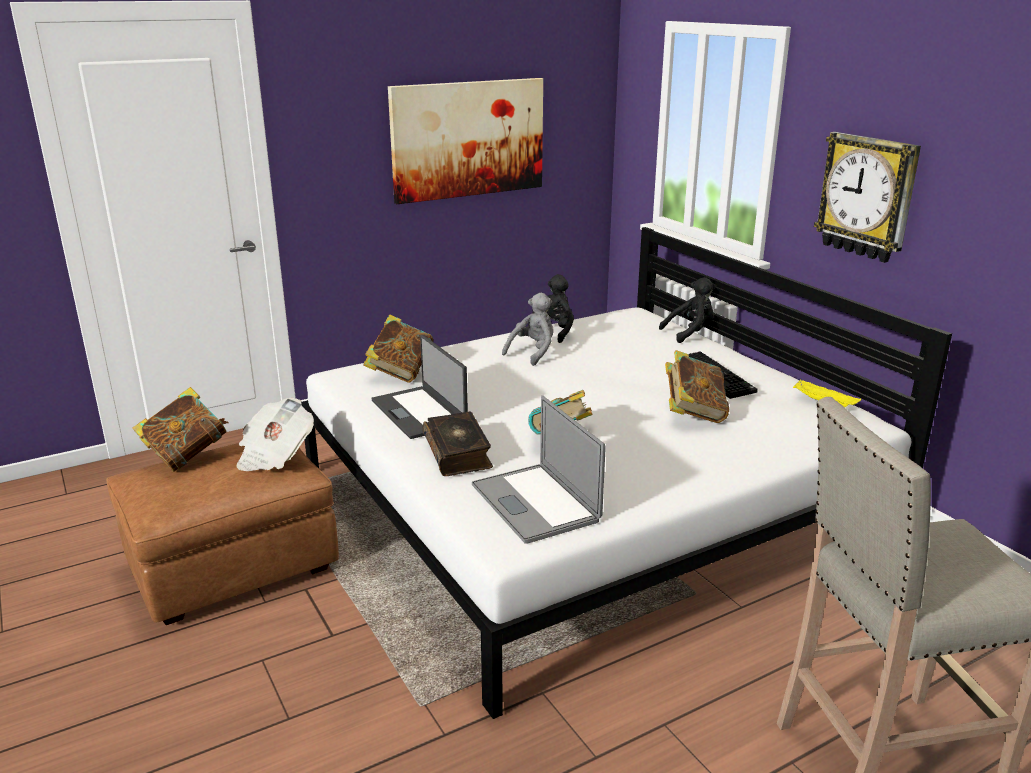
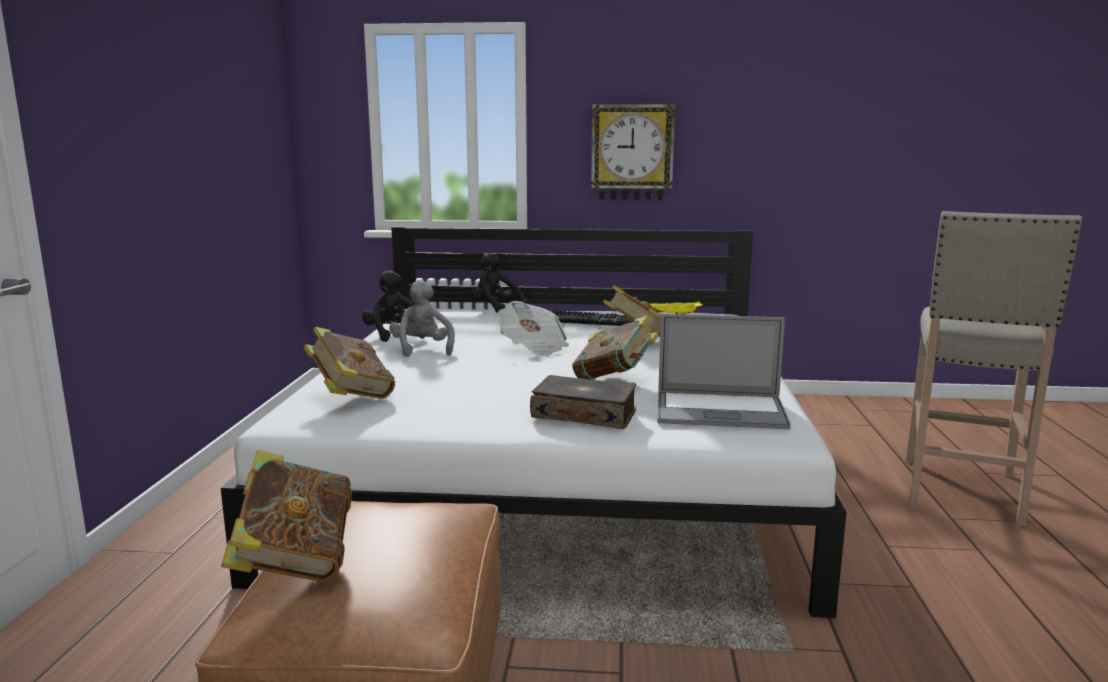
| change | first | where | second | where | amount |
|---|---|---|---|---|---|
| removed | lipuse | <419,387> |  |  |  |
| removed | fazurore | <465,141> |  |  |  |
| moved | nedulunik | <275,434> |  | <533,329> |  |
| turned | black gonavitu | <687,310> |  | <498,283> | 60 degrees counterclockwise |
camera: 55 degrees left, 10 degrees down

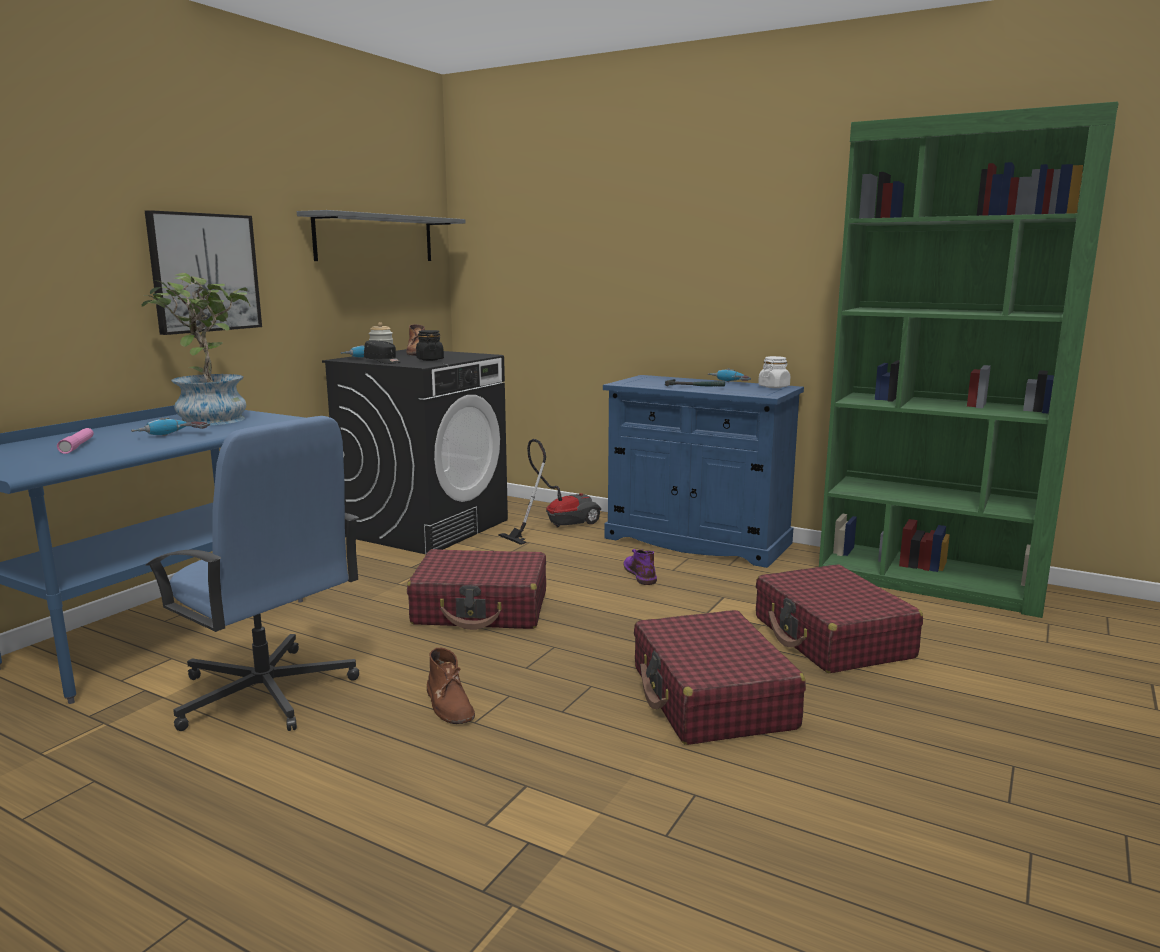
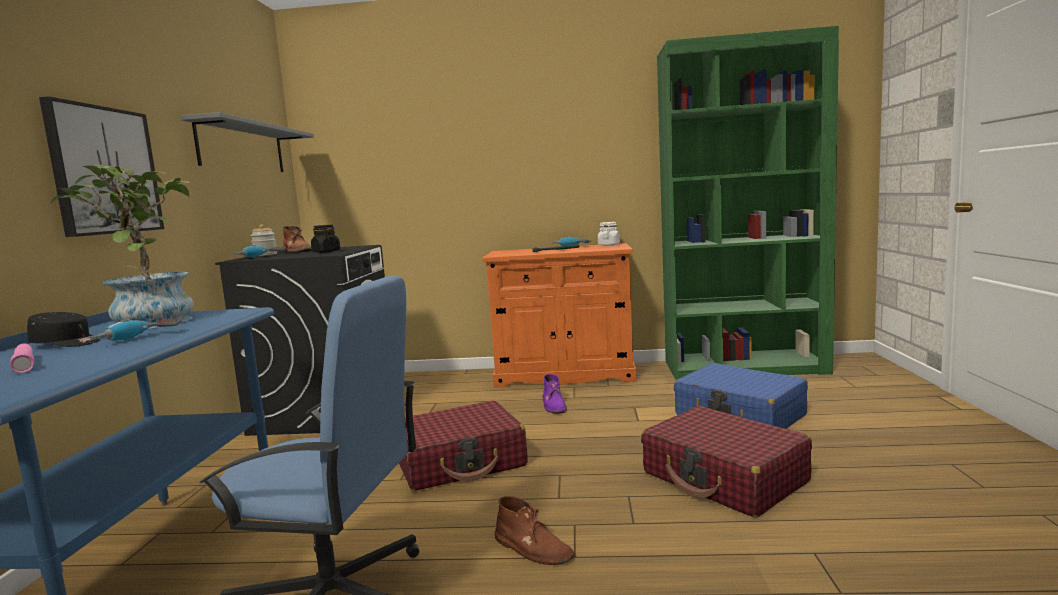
| change | first | where | second | where | amount |
|---|---|---|---|---|---|
| removed | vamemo | <549,492> |  |  |  |
| moved | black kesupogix | <382,352> |  | <63,329> |  |
| recoloured | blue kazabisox | <703,471> | orange kazabisox | <559,315> |  |
| recoloured | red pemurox | <839,618> | blue pemurox | <741,396> |  |
| turned | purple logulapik | <640,567> |  | <555,394> | 150 degrees counterclockwise |
camera: 25 degrees left, 5 degrees down

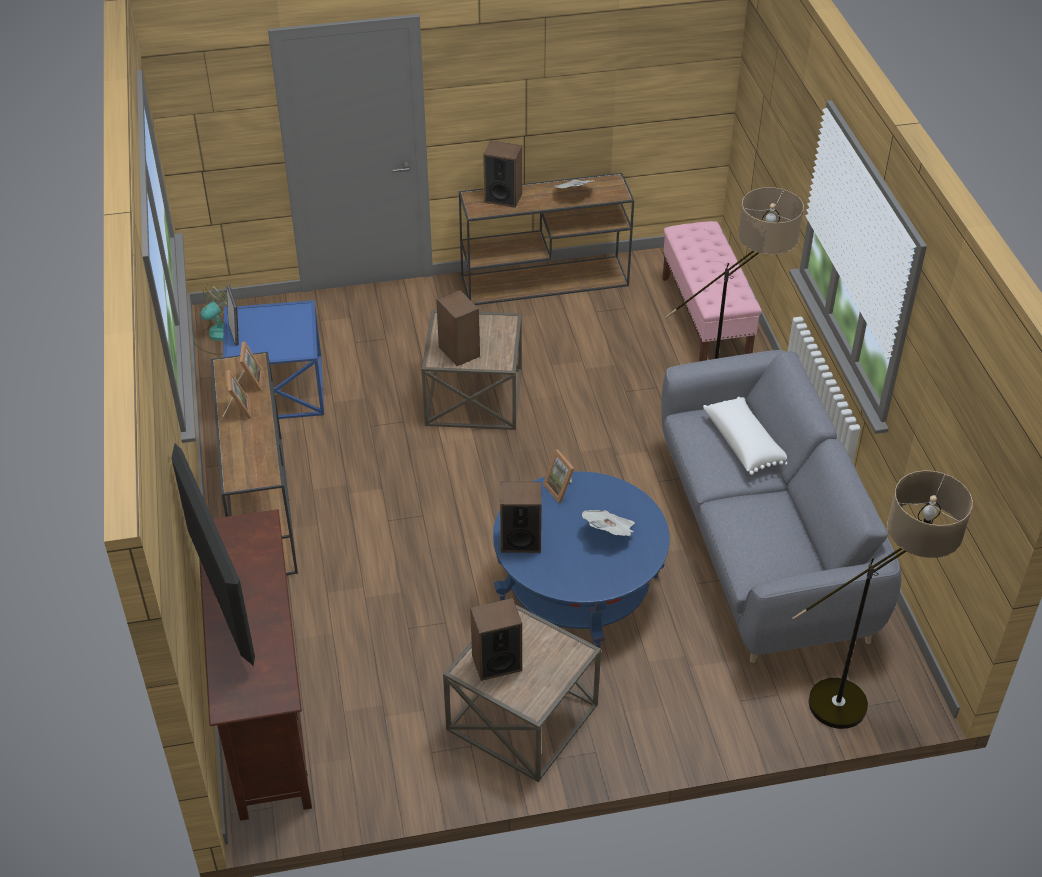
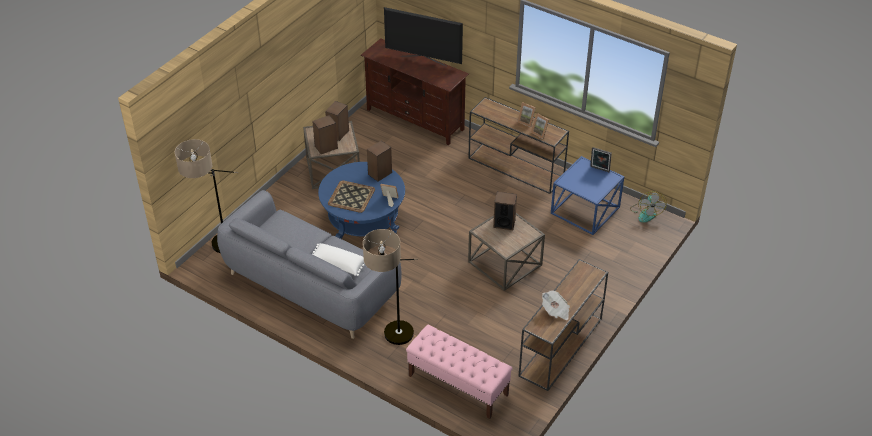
| change | first | where | second | where | amount |
|---|---|---|---|---|---|
| moved | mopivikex | <502,174> |  | <325,134> |  |
| replaced | nedulunik | <608,523> | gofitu | <351,196> |  |
camera: 135 degrees right, 0 degrees up

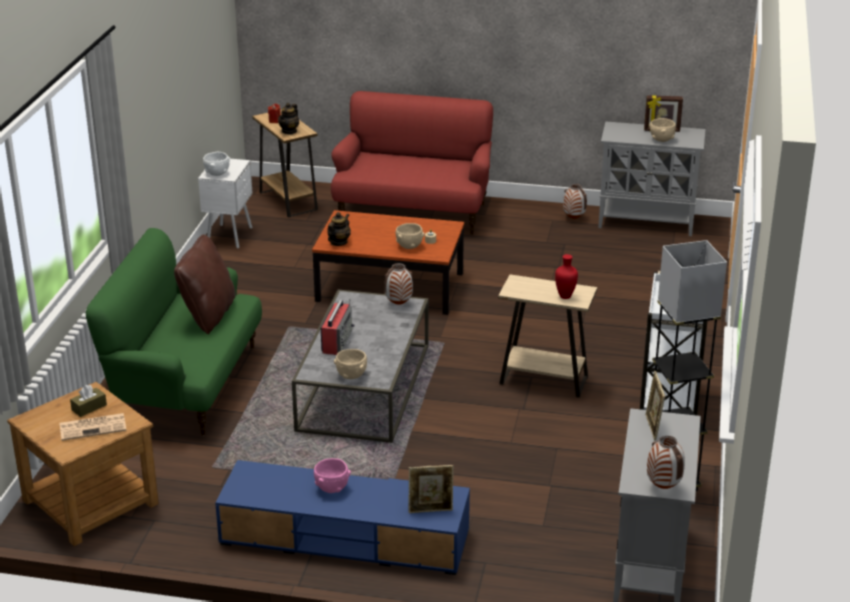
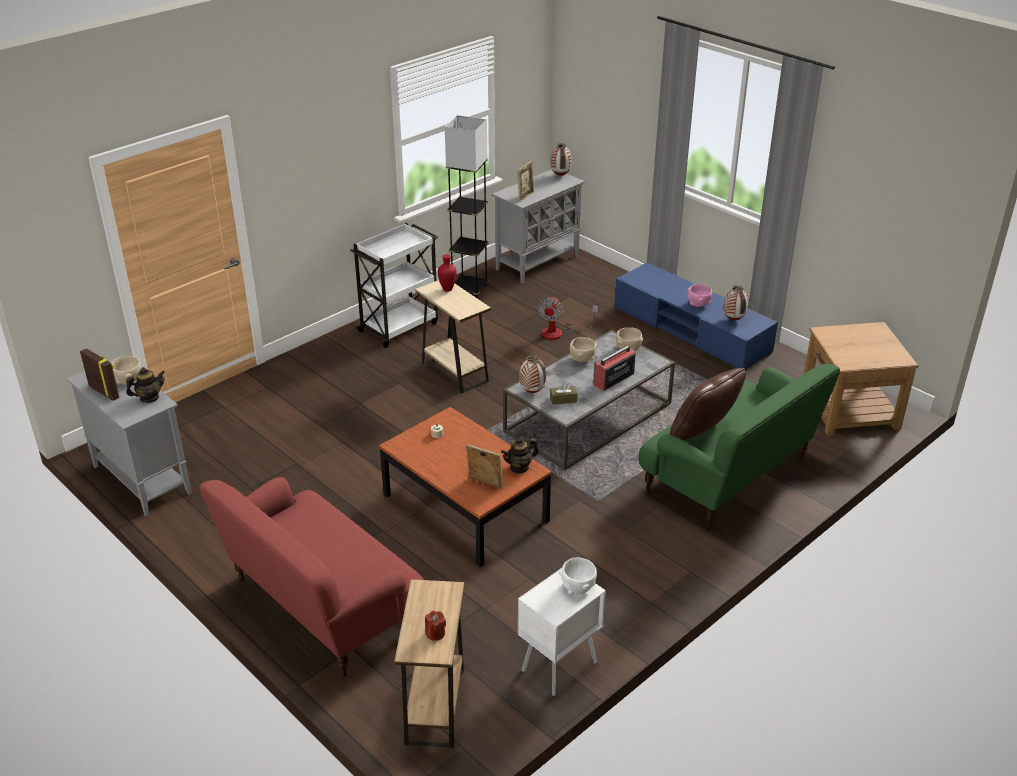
| change | first | where | second | where | amount |
|---|---|---|---|---|---|
| removed | nedulunik | <93,427> |  |  |  |
| added |  |  | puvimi | <567,318> |  |
| moved | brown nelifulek | <88,401> |  | <563,394> |  |
| moved | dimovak | <288,118> |  | <145,385> |  |
| moved | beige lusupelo | <410,236> |  | <583,349> |  |
| moved | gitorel | <431,489> |  | <484,466> |  |
| moved | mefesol | <575,201> |  | <735,303> |  |
camera: 145 degrees left, 5 degrees up

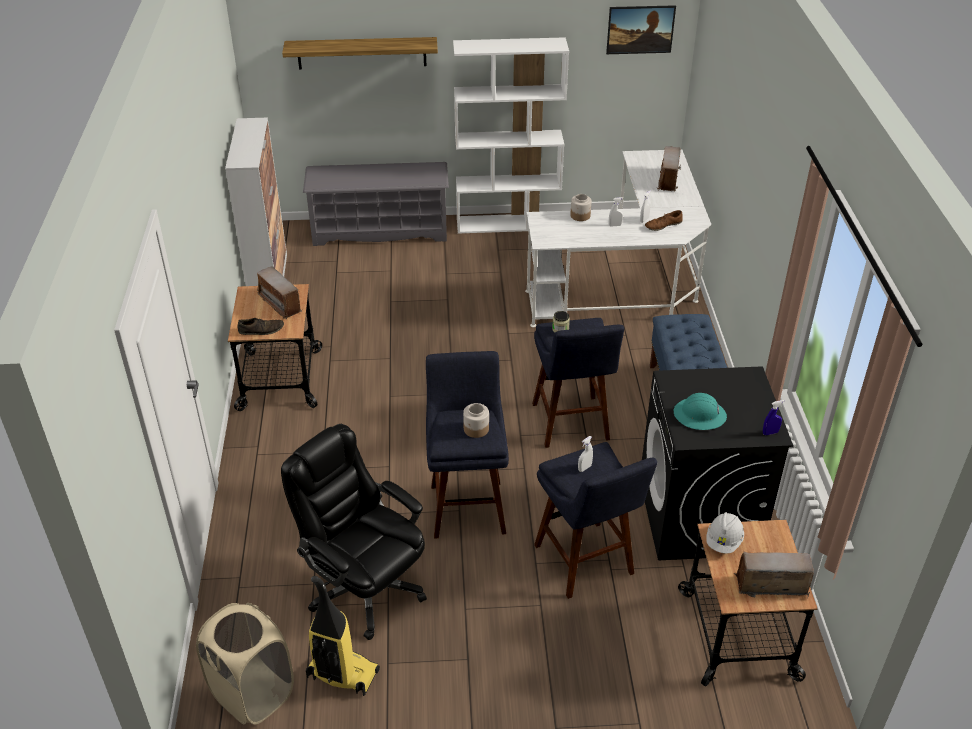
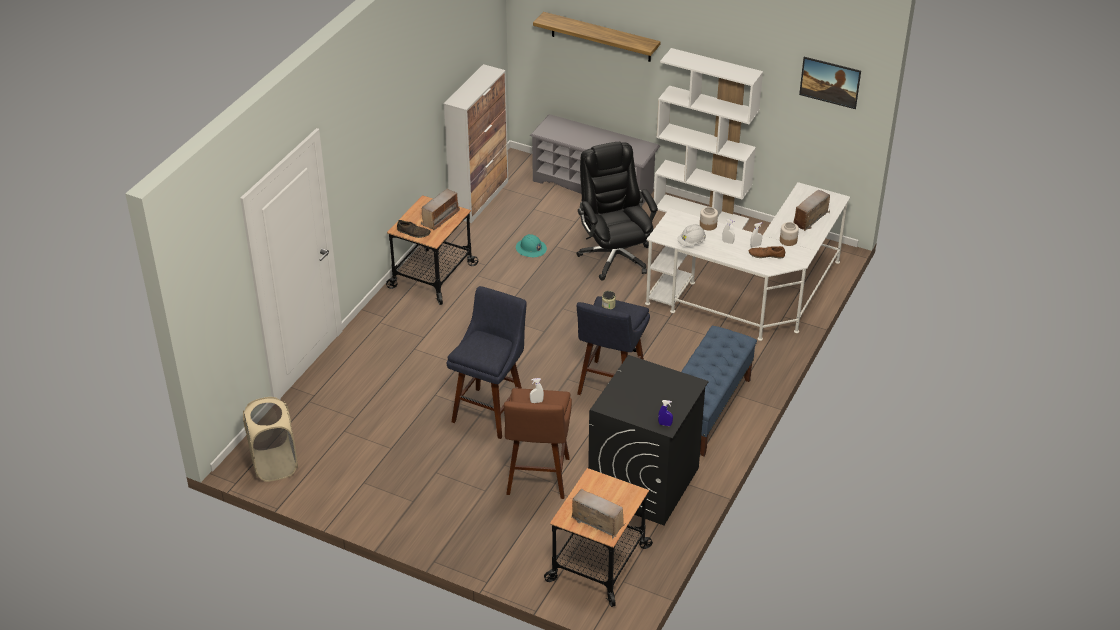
| change | first | where | second | where | amount |
|---|---|---|---|---|---|
| removed | vamemo | <343,636> |  |  |  |
| moved | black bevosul | <354,532> |  | <617,211> |  |
| moved | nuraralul | <476,420> |  | <789,234> |  |
| moved | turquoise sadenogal | <700,411> |  | <531,245> |  |
| moved | white sadenogal | <725,532> |  | <692,235> |  |
| recoloured | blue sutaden | <595,520> | brown sutaden | <538,443> |  |
| turned | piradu | <279,293> |  | <440,209> | 135 degrees counterclockwise |
camera: 30 degrees right, 0 degrees up

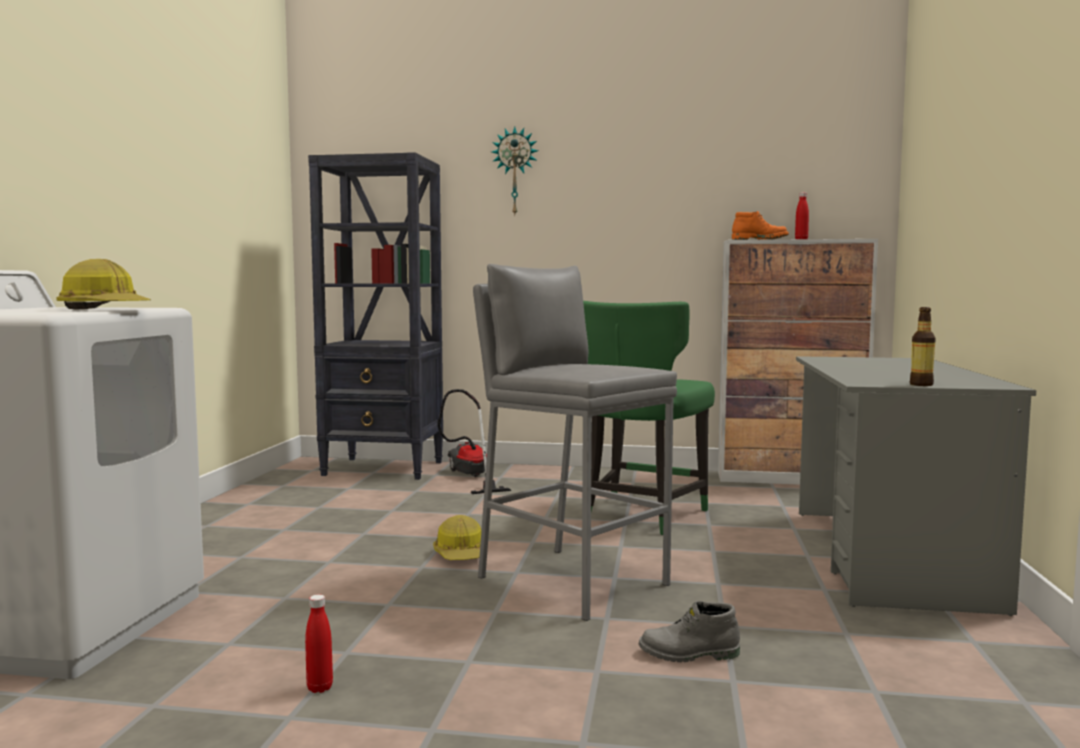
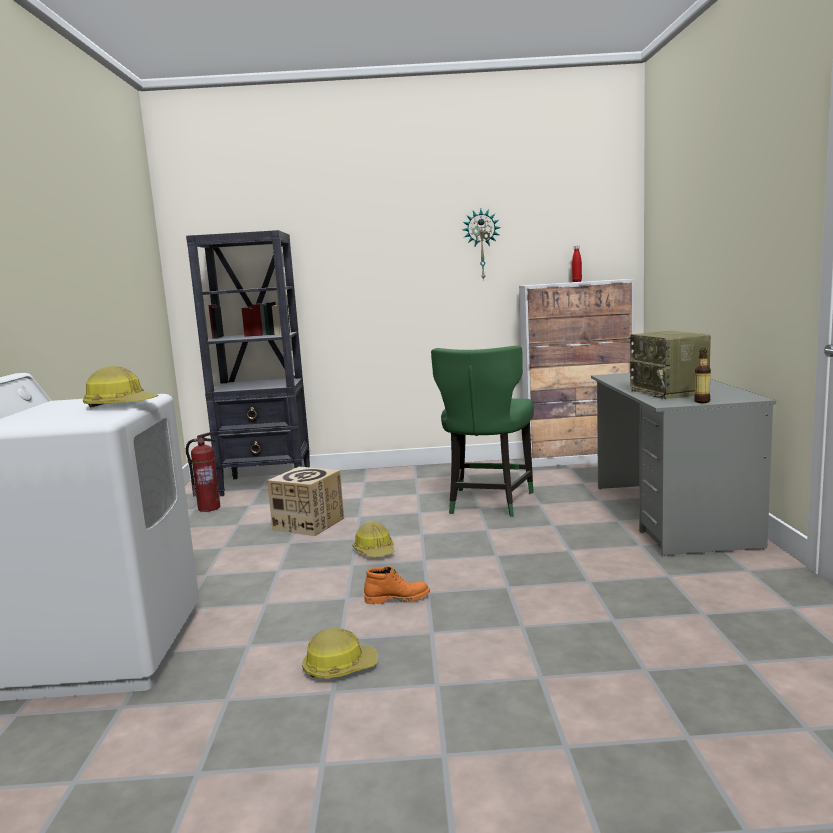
| change | first | where | second | where | amount |
|---|---|---|---|---|---|
| removed | vamemo | <474,441> |  |  |  |
| removed | grey sutaden | <575,442> |  |  |  |
| removed | grey logulapik | <689,631> |  |  |  |
| added |  |  | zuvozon | <203,471> |  |
| added |  |  | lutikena | <305,501> |  |
| added |  |  | piradu | <670,365> |  |
| moved | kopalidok | <515,170> |  | <481,245> |  |
| moved | orange logulapik | <760,225> |  | <397,585> |  |
| replaced | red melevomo | <319,644> | sadenogal | <340,653> |  |
camera: 10 degrees left, 5 degrees up

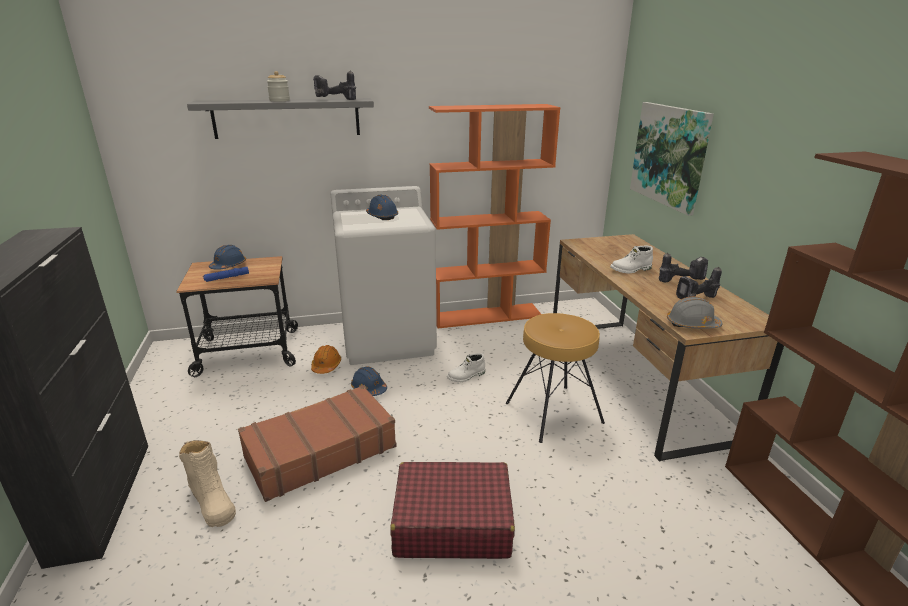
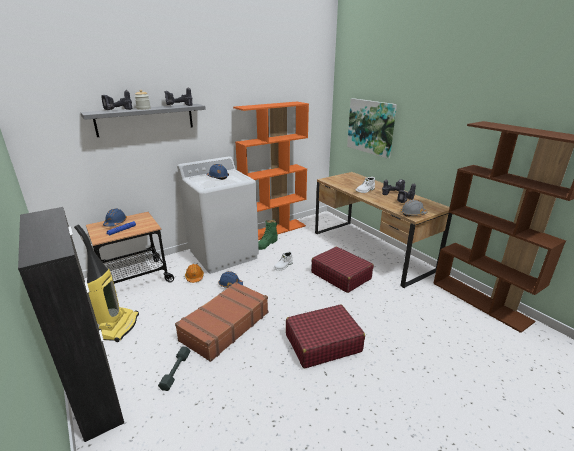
| change | first | where | second | where | amount |
|---|---|---|---|---|---|
| added |  |  | vamemo | <106,283> |  |
| added |  |  | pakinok | <116,100> |  |
| added |  |  | green logulapik | <268,234> |  |
| replaced | beige logulapik | <207,483> | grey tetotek | <174,368> |  |
| replaced | brown sutaden | <555,378> | red pemurox | <342,270> |  |
camera: 20 degrees left, 0 degrees up

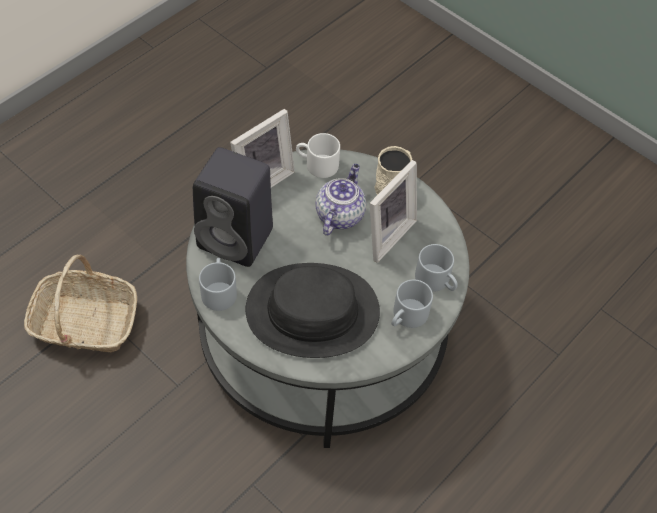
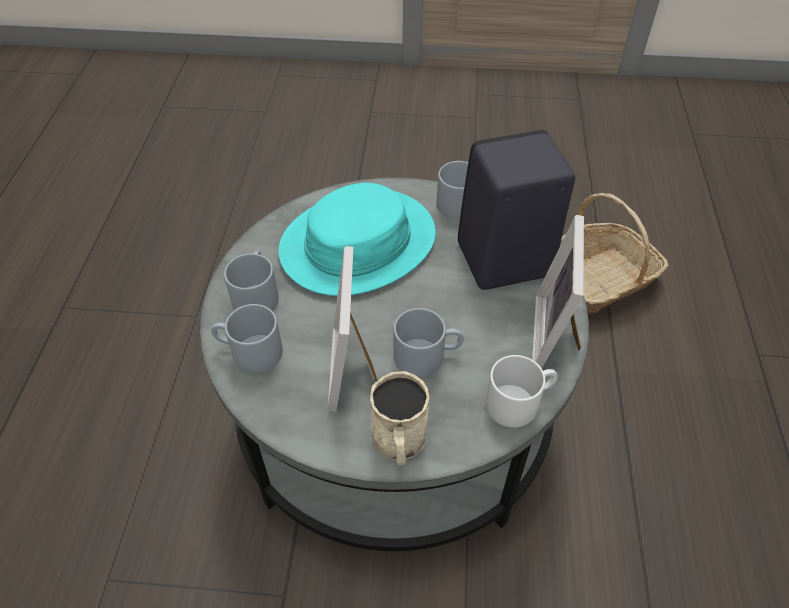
| change | first | where | second | where | amount |
|---|---|---|---|---|---|
| replaced | dimovak | <340,200> | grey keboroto | <428,342> |  |
| recoloured | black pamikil | <313,310> | turquoise pamikil | <357,239> |  |
camera: 145 degrees right, 5 degrees down

